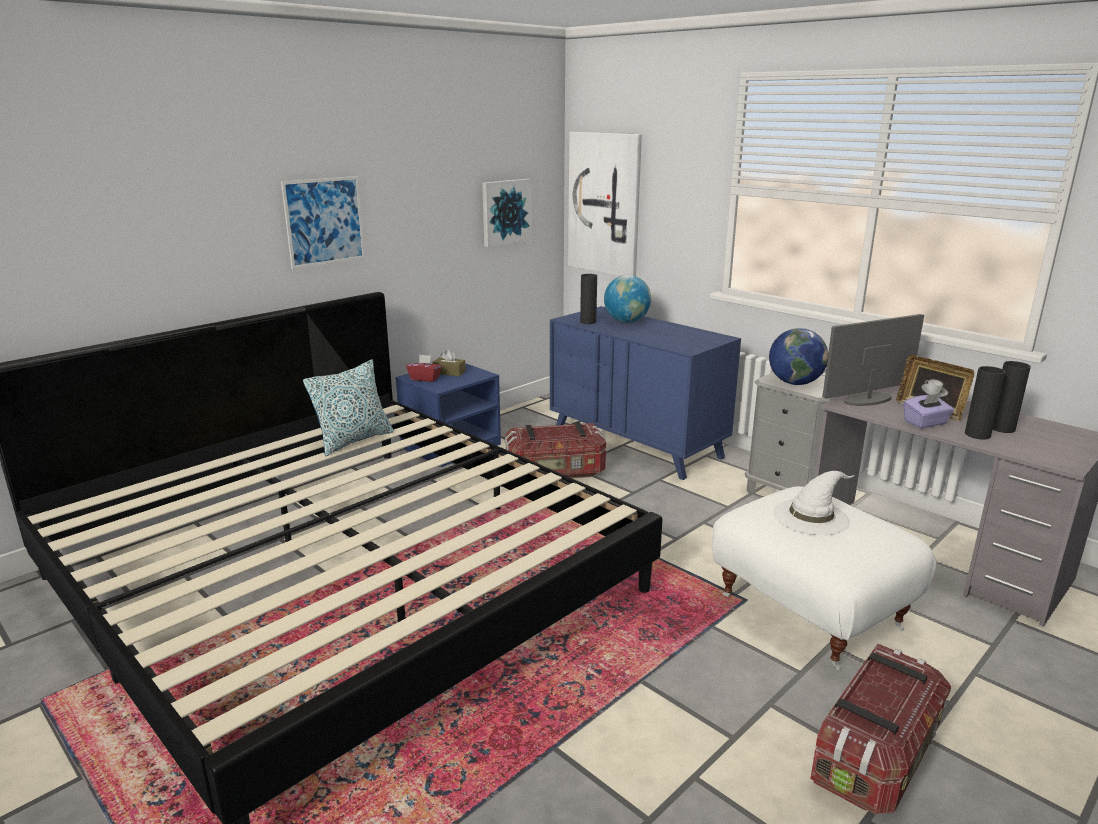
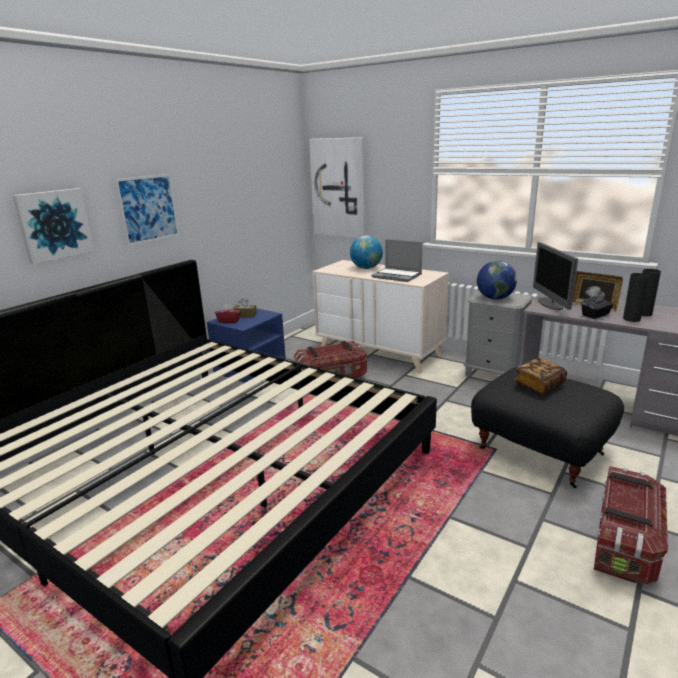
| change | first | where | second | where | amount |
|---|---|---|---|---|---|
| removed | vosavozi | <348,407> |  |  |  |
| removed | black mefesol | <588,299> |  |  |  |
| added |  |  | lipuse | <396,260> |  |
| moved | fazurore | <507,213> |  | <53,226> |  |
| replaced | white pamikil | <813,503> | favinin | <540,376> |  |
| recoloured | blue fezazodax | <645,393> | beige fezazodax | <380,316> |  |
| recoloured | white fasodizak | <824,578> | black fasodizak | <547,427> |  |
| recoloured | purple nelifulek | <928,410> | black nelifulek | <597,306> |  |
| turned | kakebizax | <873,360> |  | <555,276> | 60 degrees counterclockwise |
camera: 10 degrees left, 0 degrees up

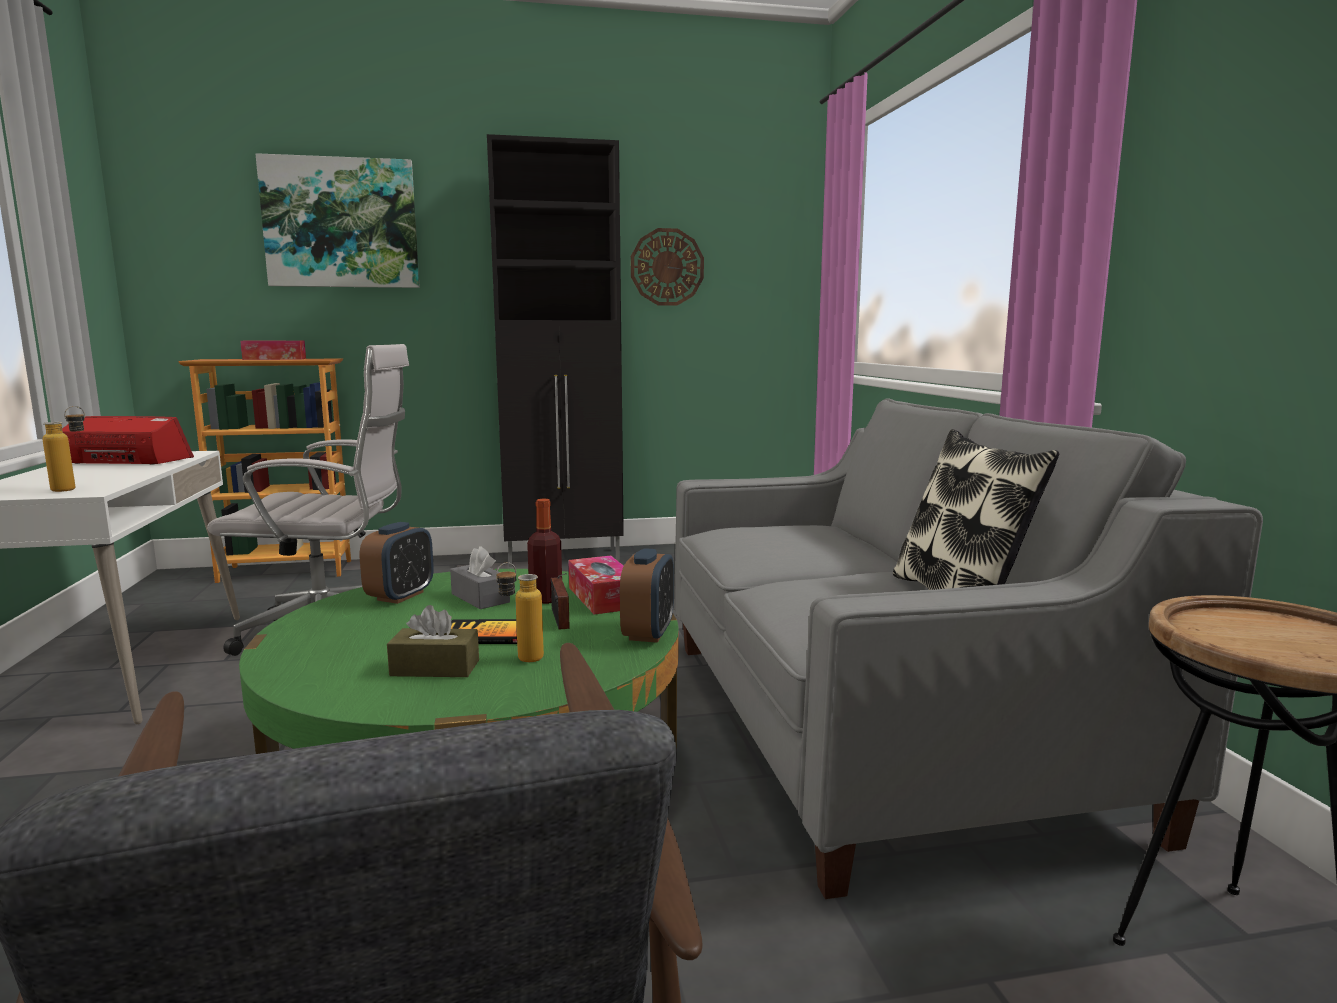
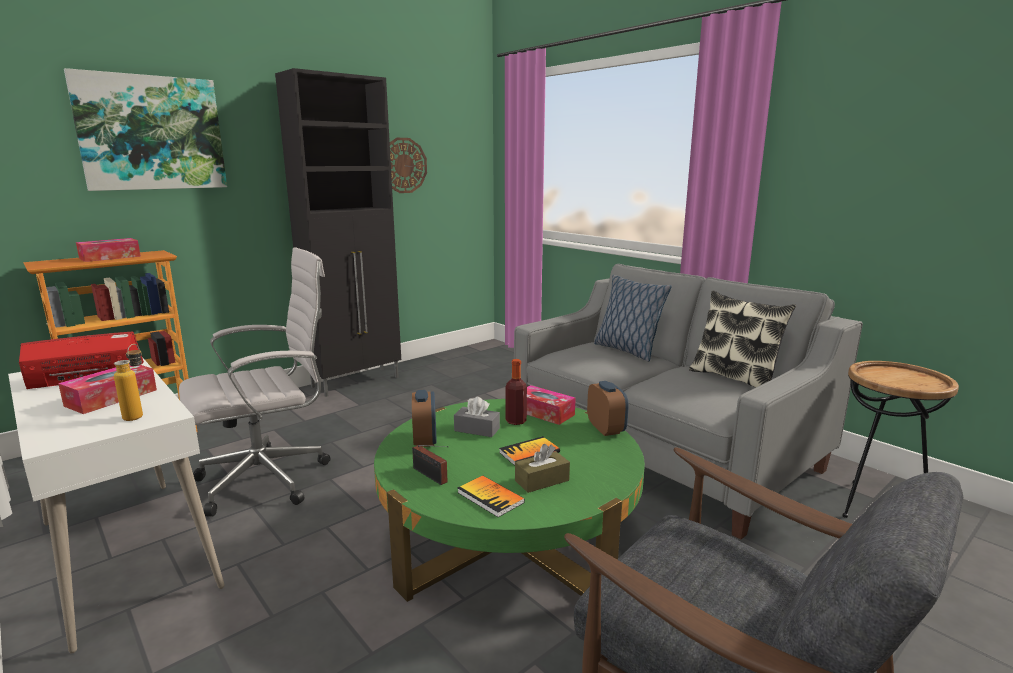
| change | first | where | second | where | amount |
|---|---|---|---|---|---|
| removed | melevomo | <520,612> |  |  |  |
| added |  |  | nelifulek | <107,389> |  |
| added |  |  | favinin | <491,496> |  |
| added |  |  | vosavozi | <633,318> |  |
| moved | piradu | <560,601> |  | <430,465> |  |
camera: 30 degrees left, 5 degrees up

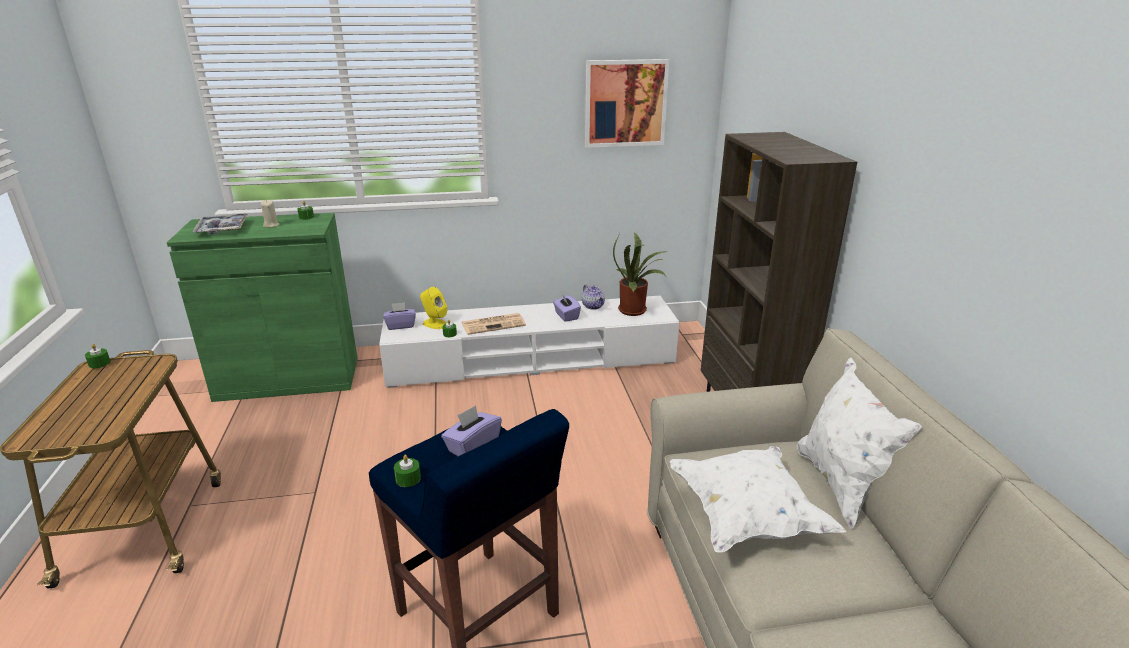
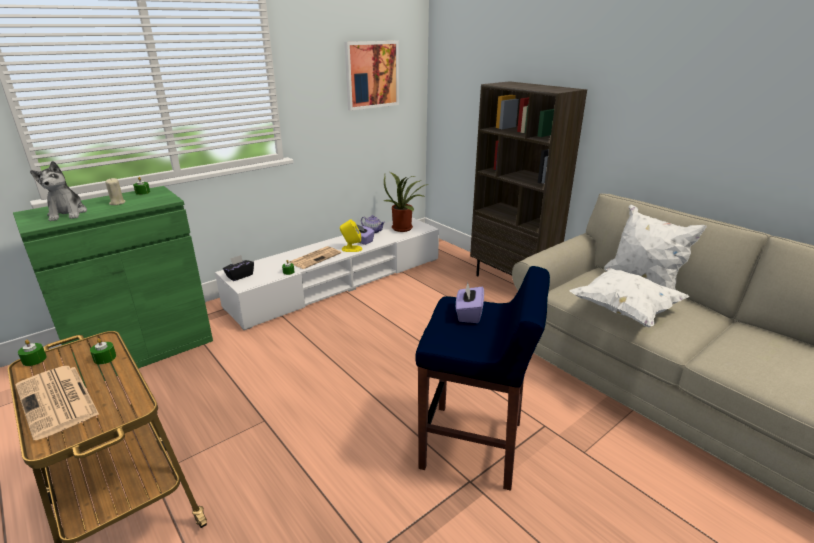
| change | first | where | second | where | amount |
|---|---|---|---|---|---|
| added |  |  | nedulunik | <57,403> |  |
| moved | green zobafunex | <407,471> |  | <103,351> |  |
| moved | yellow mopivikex | <433,308> |  | <351,235> |  |
| replaced | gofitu | <220,224> | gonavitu | <58,191> |  |
| recoloured | purple nelifulek | <400,316> | black nelifulek | <238,268> |  |
camera: 30 degrees left, 0 degrees up

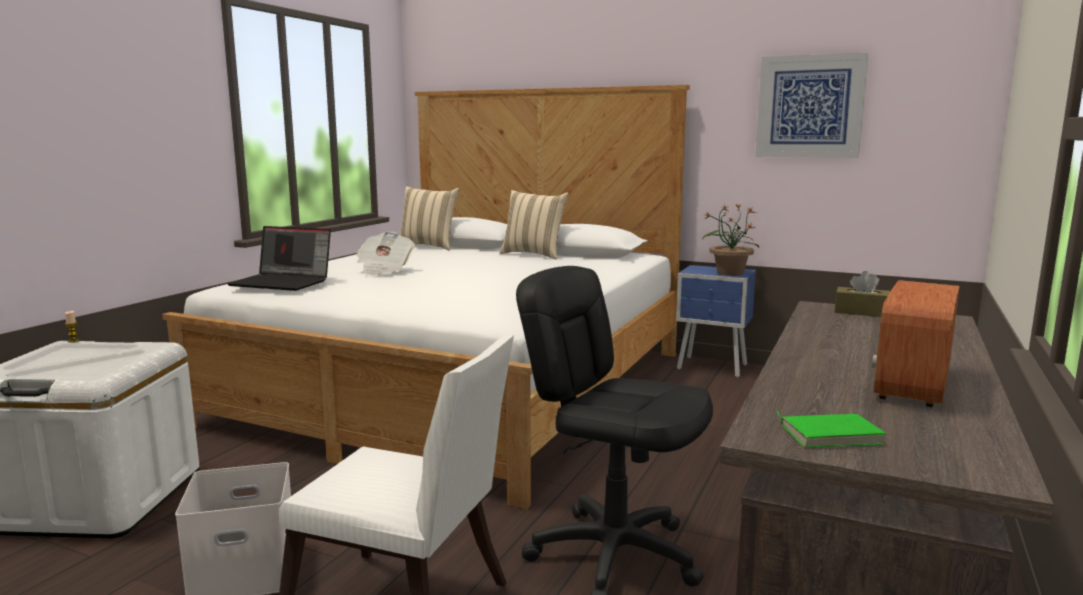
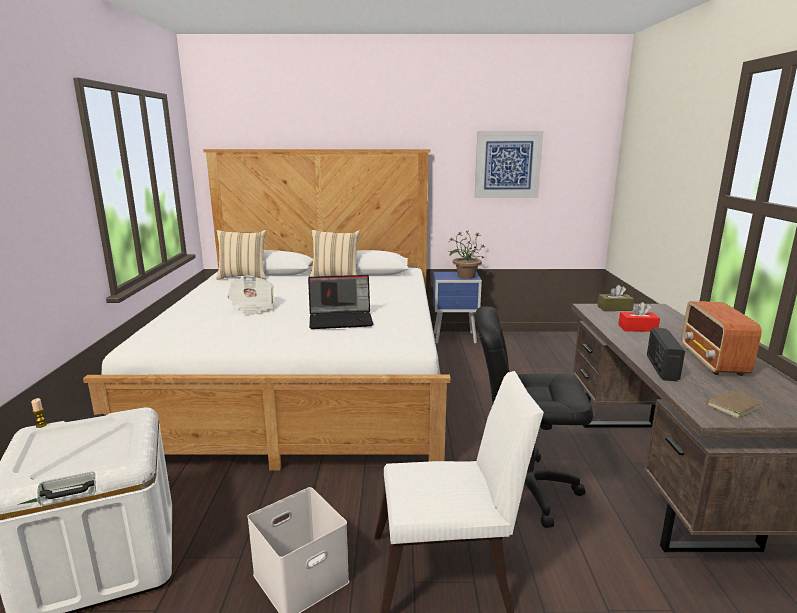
| change | first | where | second | where | amount |
|---|---|---|---|---|---|
| added |  |  | red nelifulek | <639,317> |  |
| added |  |  | piradu | <666,354> |  |
| moved | lipuse | <279,258> |  | <340,302> |  |
| recoloured | green favinin | <830,429> | brown favinin | <732,404> |  |
camera: 25 degrees left, 5 degrees up

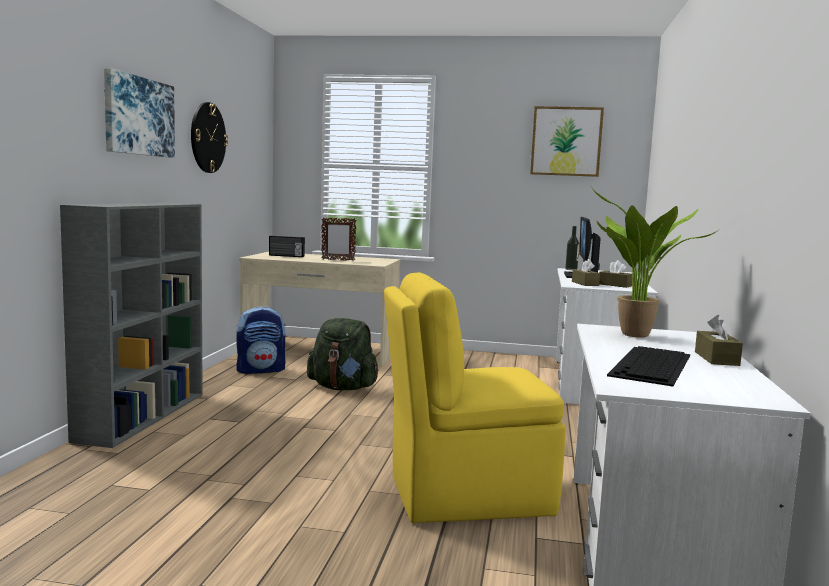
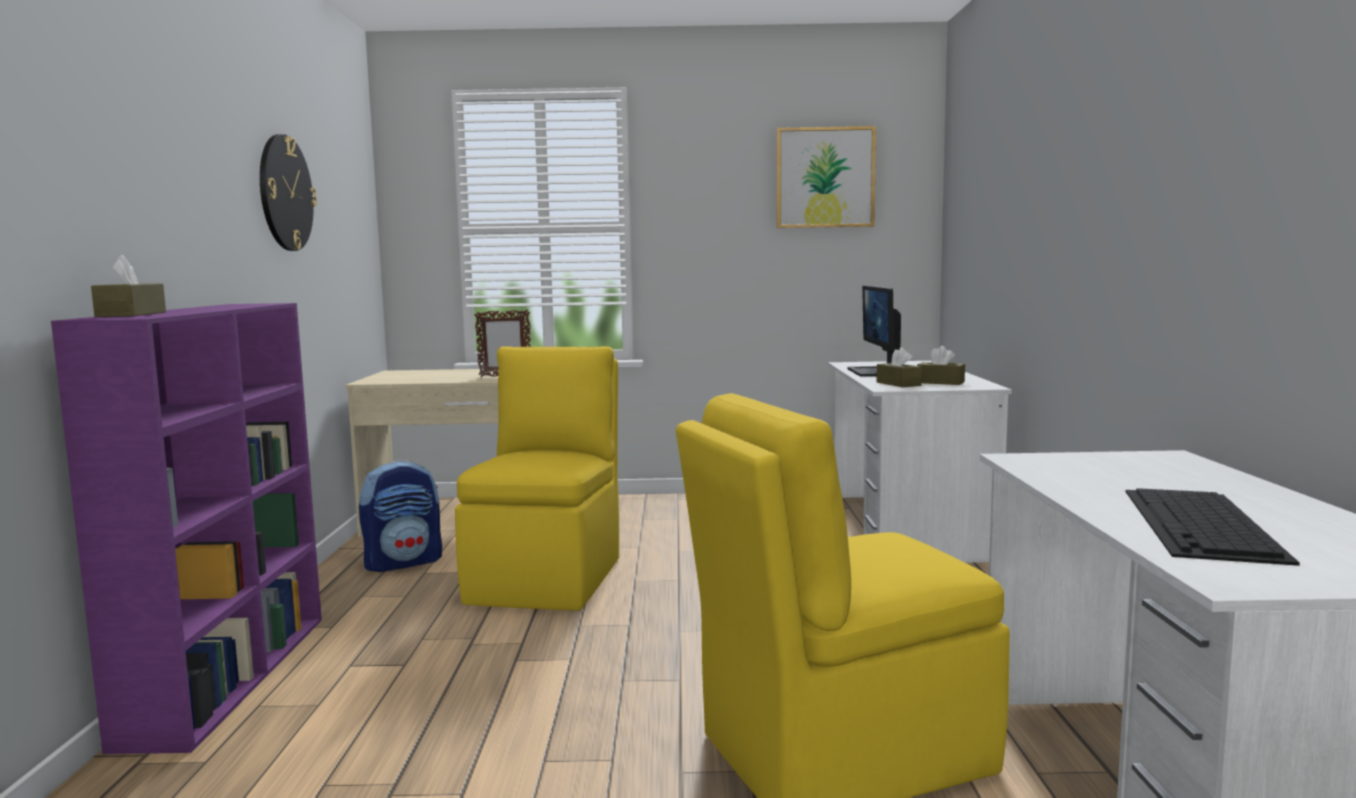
| change | first | where | second | where | amount |
|---|---|---|---|---|---|
| removed | fazurore | <139,113> |  |  |  |
| removed | piradu | <287,246> |  |  |  |
| removed | melevomo | <572,248> |  |  |  |
| removed | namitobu | <653,261> |  |  |  |
| moved | brown nelifulek | <719,340> |  | <128,286> |  |
| replaced | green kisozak | <342,354> | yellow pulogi | <537,478> |  |
| recoloured | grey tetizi | <131,325> | purple tetizi | <186,528> |  |
camera: 10 degrees left, 0 degrees up

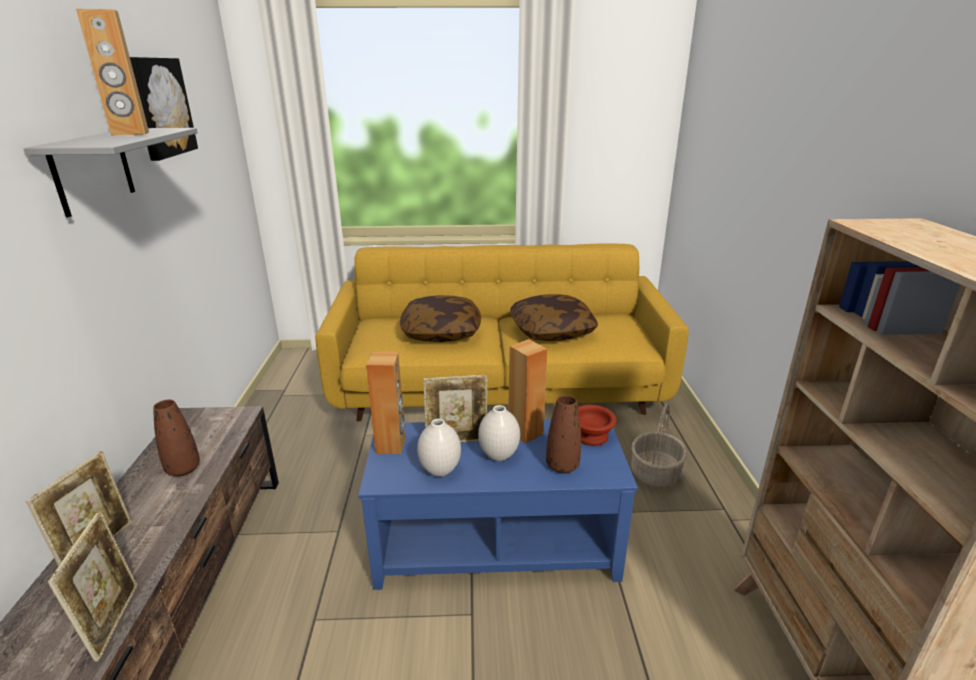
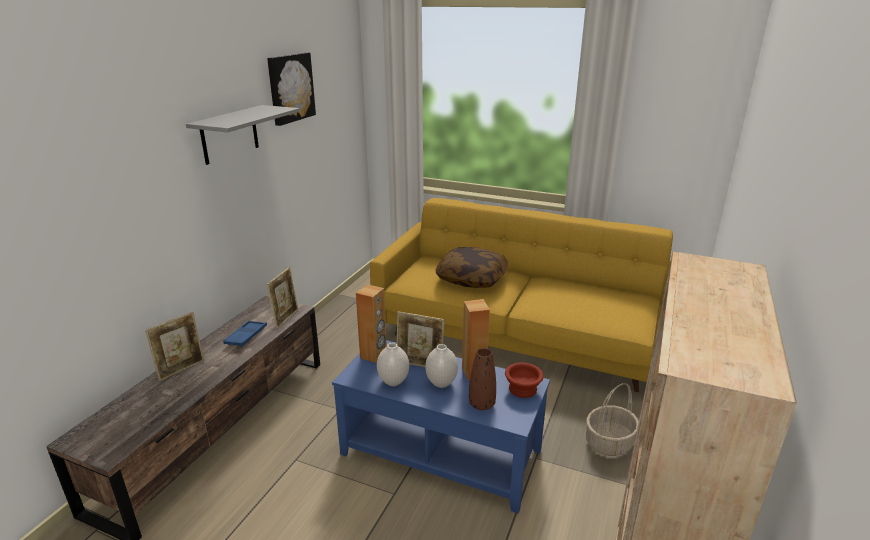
| change | first | where | second | where | amount |
|---|---|---|---|---|---|
| removed | brown mopivikex | <112,72> |  |  |  |
| removed | vosavozi | <554,317> |  |  |  |
| moved | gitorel | <92,586> |  | <282,298> |  |
| replaced | brown mefesol | <176,438> | blue gofitu | <245,333> |  |
camera: 25 degrees right, 0 degrees up

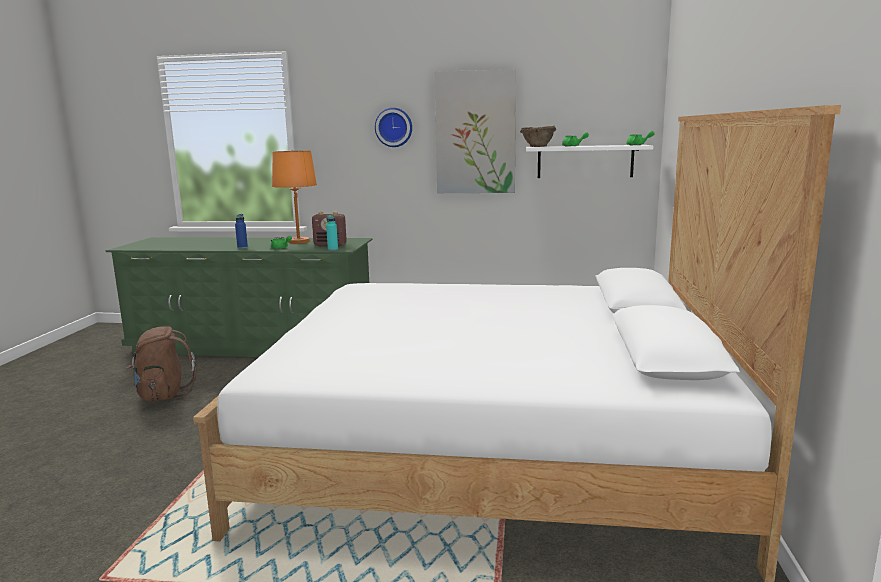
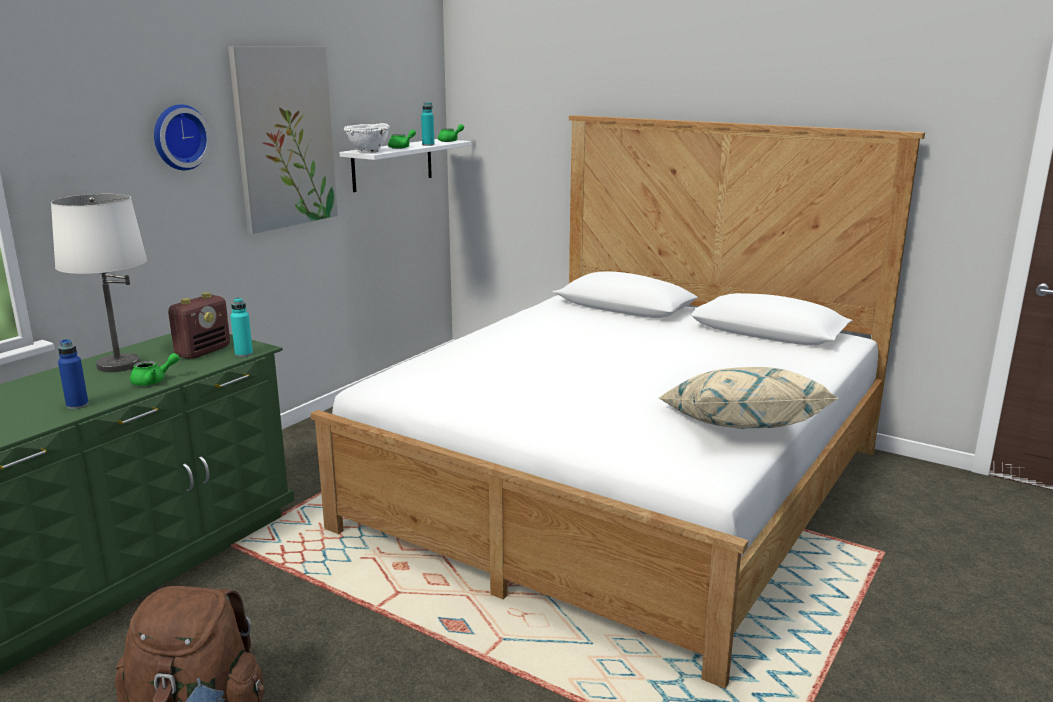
| change | first | where | second | where | amount |
|---|---|---|---|---|---|
| added |  |  | turquoise melevomo | <428,124> |  |
| added |  |  | beige vosavozi | <748,398> |  |
| recoloured | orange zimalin | <294,197> | white zimalin | <99,283> |  |
| recoloured | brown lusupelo | <538,136> | white lusupelo | <367,138> |  |
camera: 65 degrees left, 5 degrees up

